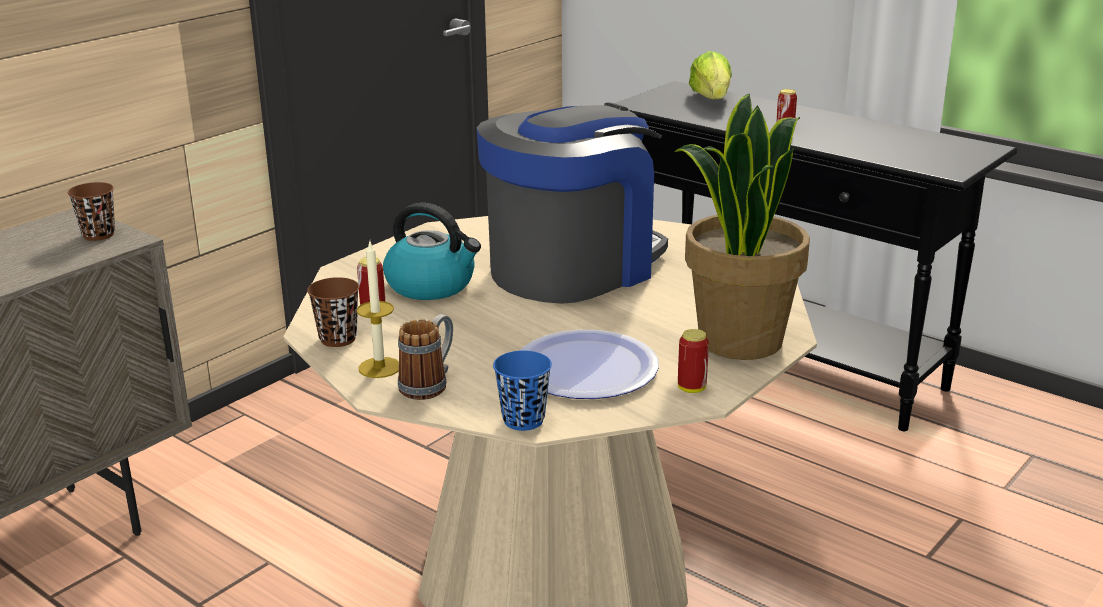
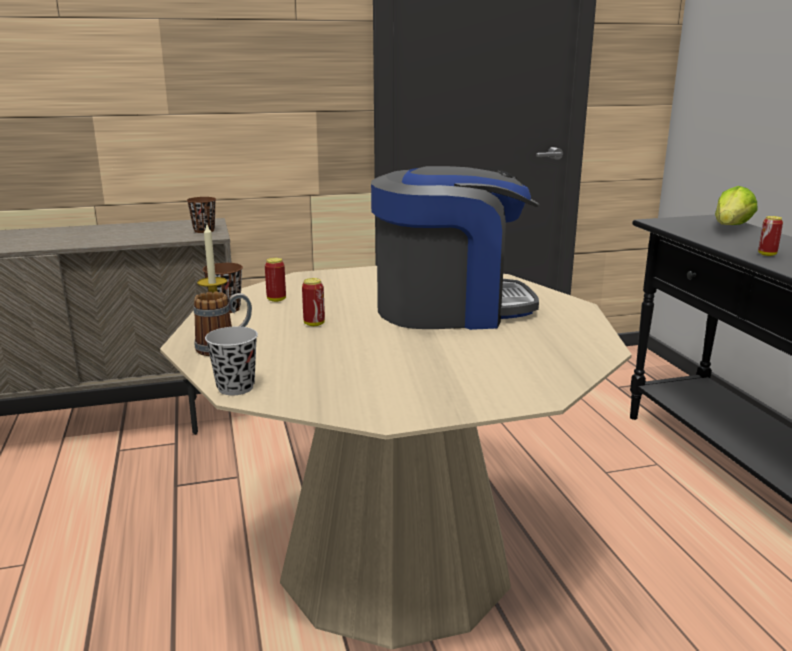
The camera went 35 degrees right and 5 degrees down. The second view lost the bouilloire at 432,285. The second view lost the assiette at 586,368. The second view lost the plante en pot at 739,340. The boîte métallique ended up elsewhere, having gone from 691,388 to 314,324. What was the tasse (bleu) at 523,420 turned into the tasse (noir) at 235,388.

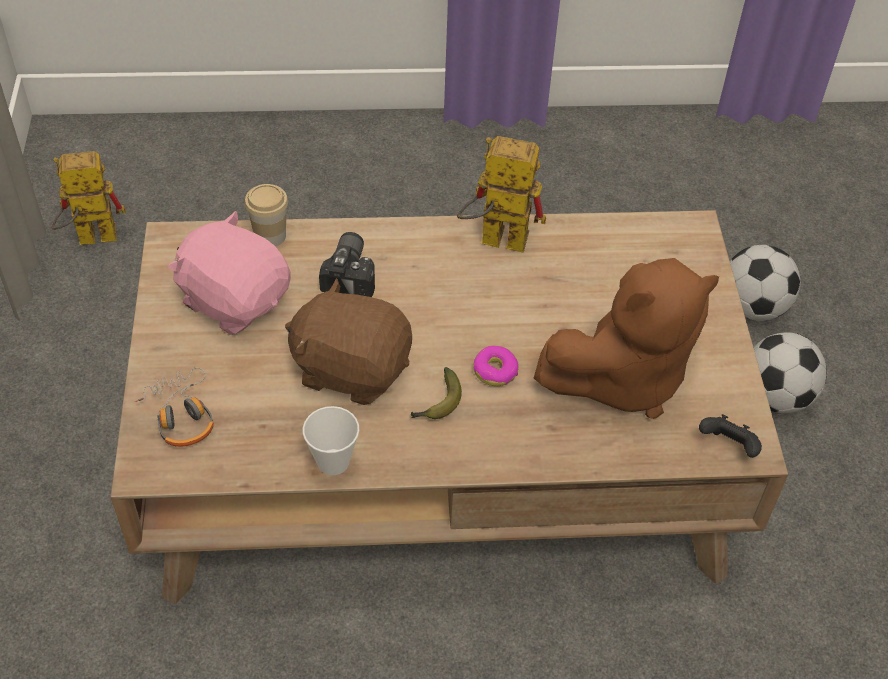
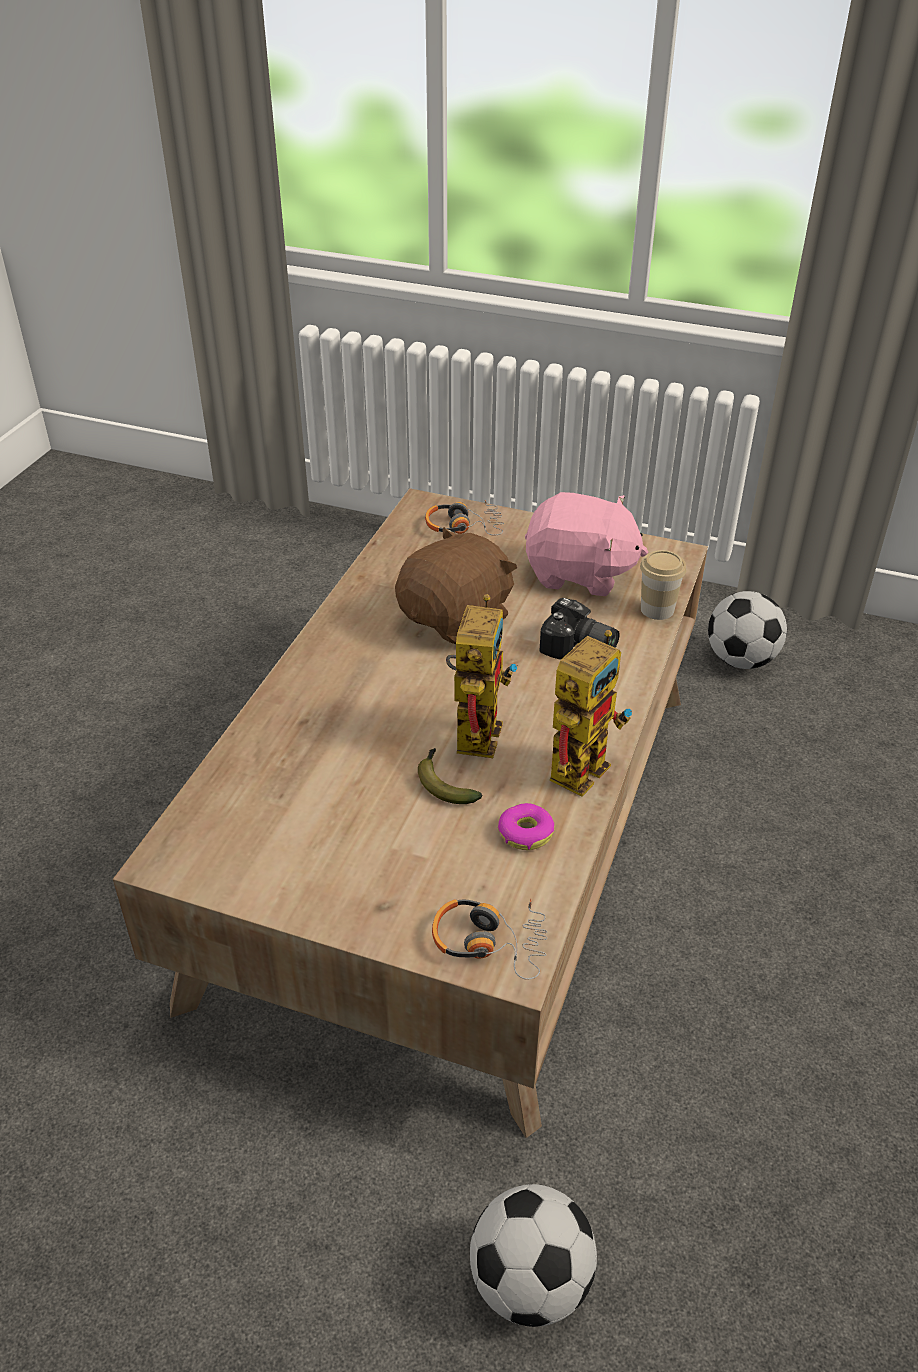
The camera went 115 degrees right and 10 degrees down. The second view lost the tasse at 333,462. The second view lost the peluche (marron) at 623,377. The second view lost the manette (noir) at 728,446. The second view gained the casque audio at 490,942. The robot jouet ended up elsewhere, having gone from 88,238 to 476,728. The banane ended up elsewhere, having gone from 438,403 to 444,783. The beignet ended up elsewhere, having gone from 495,371 to 525,833. The ballon de foot ended up elsewhere, having gone from 775,396 to 741,660. The peluche (rose) at 235,300 ended up facing another way, 45 degrees clockwise from before.

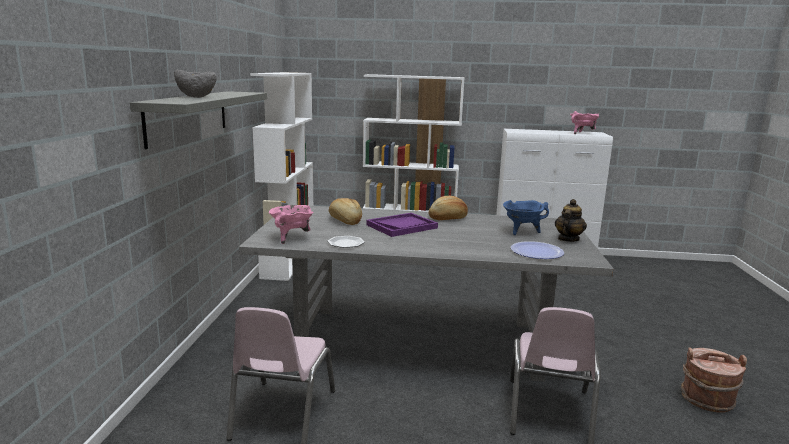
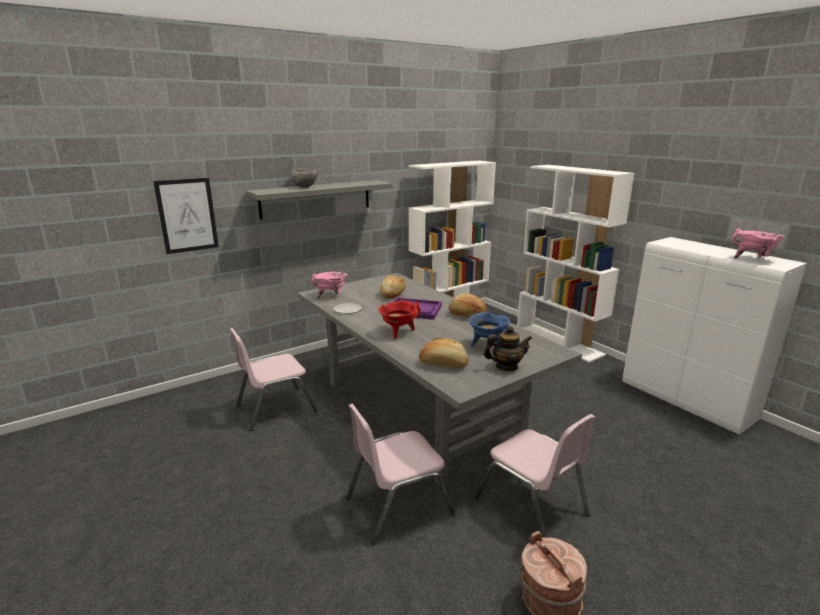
The camera went 50 degrees right and 5 degrees up. The second view gained the tableau at 187,215. The second view gained the marmite (rouge) at 398,332. The second view gained the chaise (rose) at 532,506. Where the assiette stood at 536,252, the pain came to stand at 443,364.

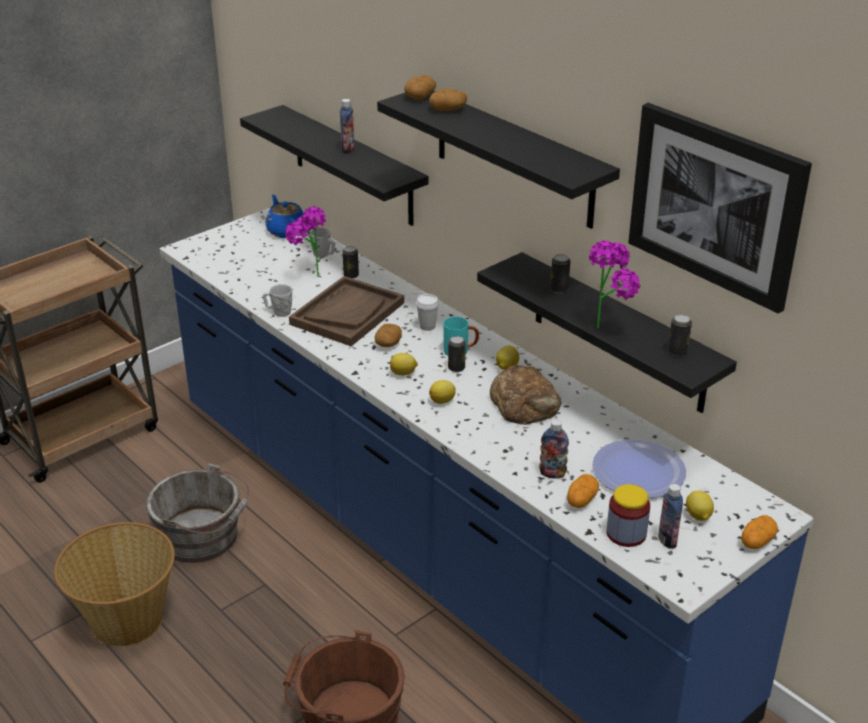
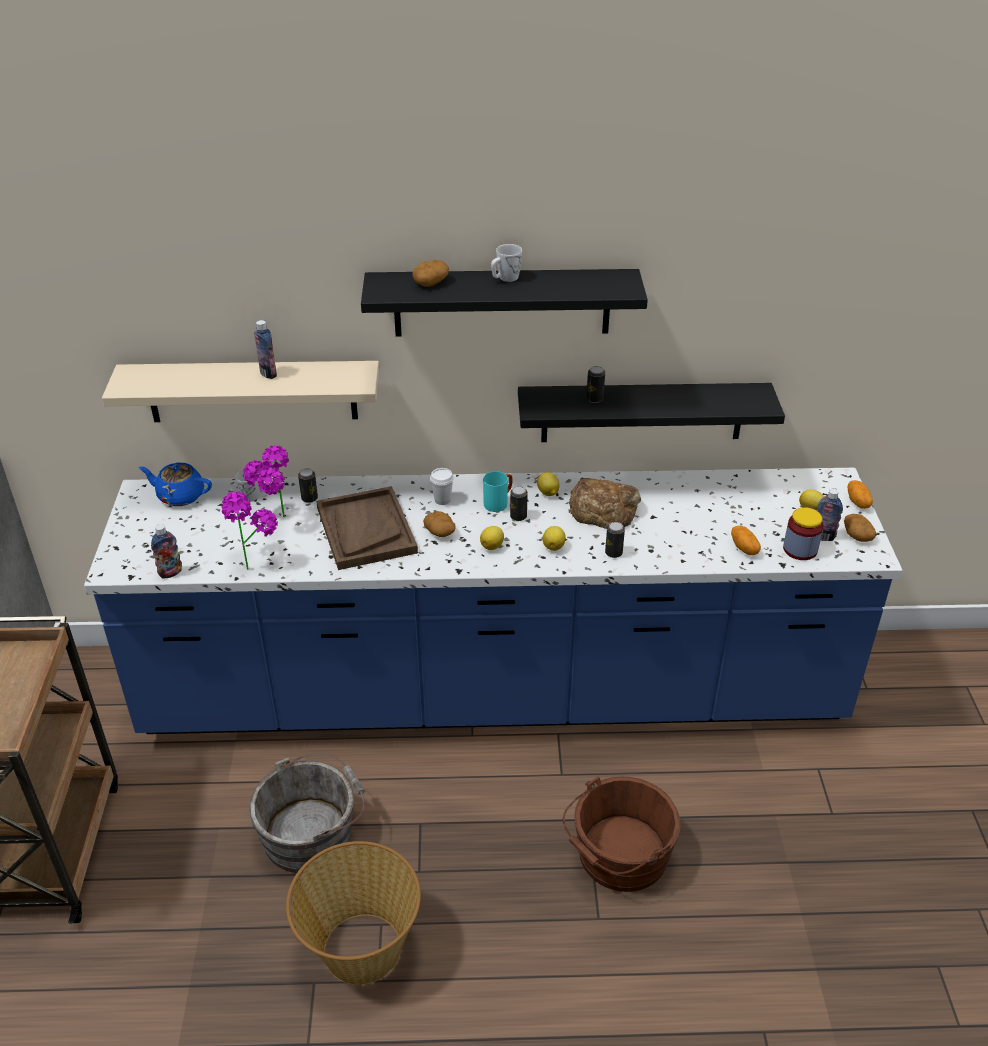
The camera went 50 degrees left and 5 degrees up. The second view lost the assiette at 638,471. The second view lost the tableau at 715,204. The mug (blanc) ended up elsewhere, having gone from 278,312 to 505,279. The pomme de terre ended up elsewhere, having gone from 420,96 to 857,535. The bouteille ended up elsewhere, having gone from 552,473 to 170,573. The plante en pot ended up elsewhere, having gone from 609,325 to 253,562. The boîte métallique ended up elsewhere, having gone from 677,351 to 613,553. What was the étagère (noir) at 352,166 turned into the étagère (beige) at 252,391.

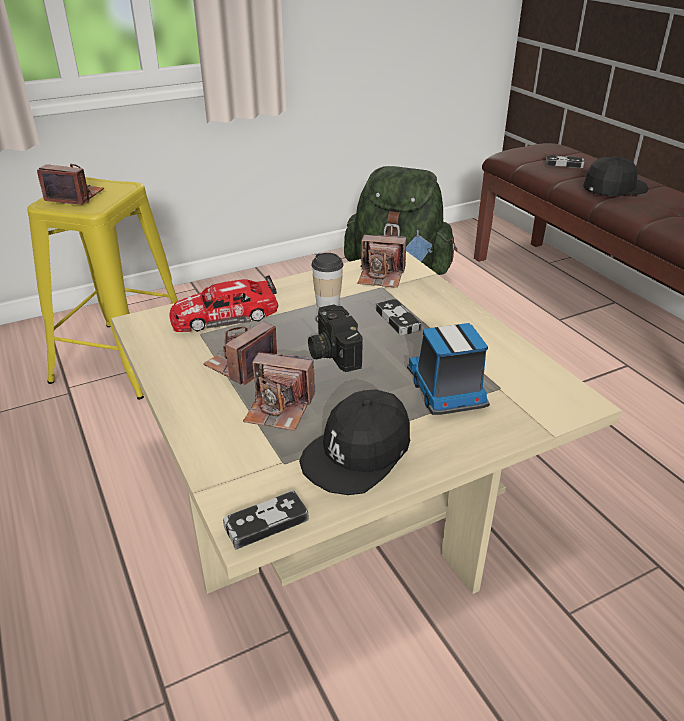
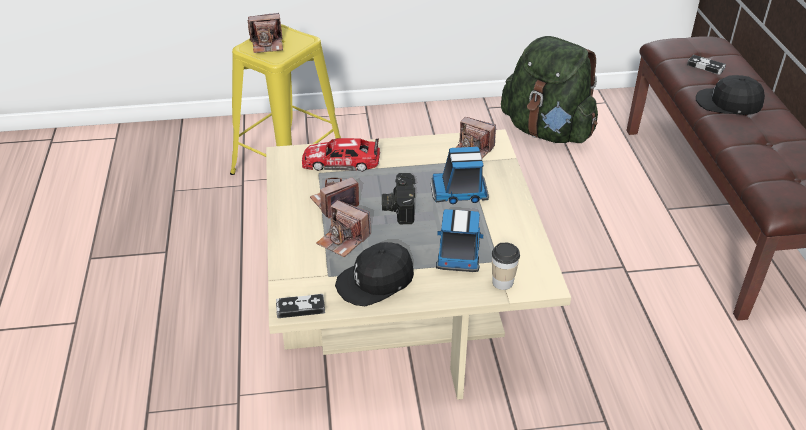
The camera went 20 degrees right and 5 degrees up. The tasse ended up elsewhere, having gone from 327,303 to 502,282. Where the manette stood at 398,320, the camion jouet came to stand at 460,192. The appareil photo at 75,197 ended up facing another way, 135 degrees clockwise from before. The casquette (noir) at 613,188 ended up facing another way, 150 degrees counterclockwise from before.

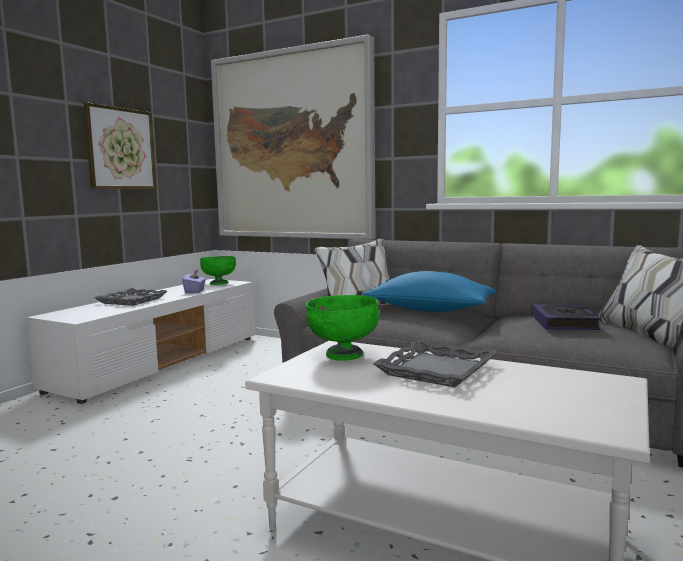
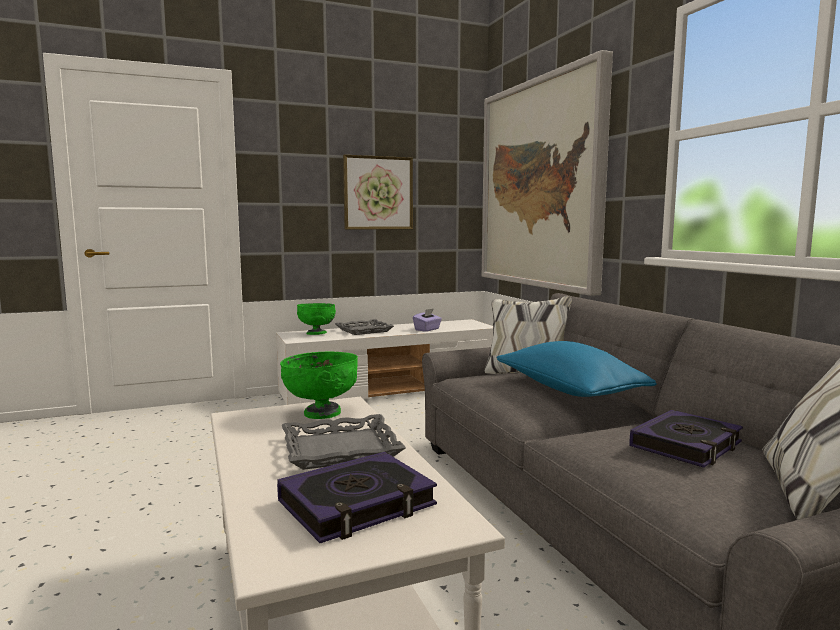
The camera went 40 degrees right and 0 degrees up. The second view gained the livre at 357,504. The bol (vert) ended up elsewhere, having gone from 219,283 to 317,333.

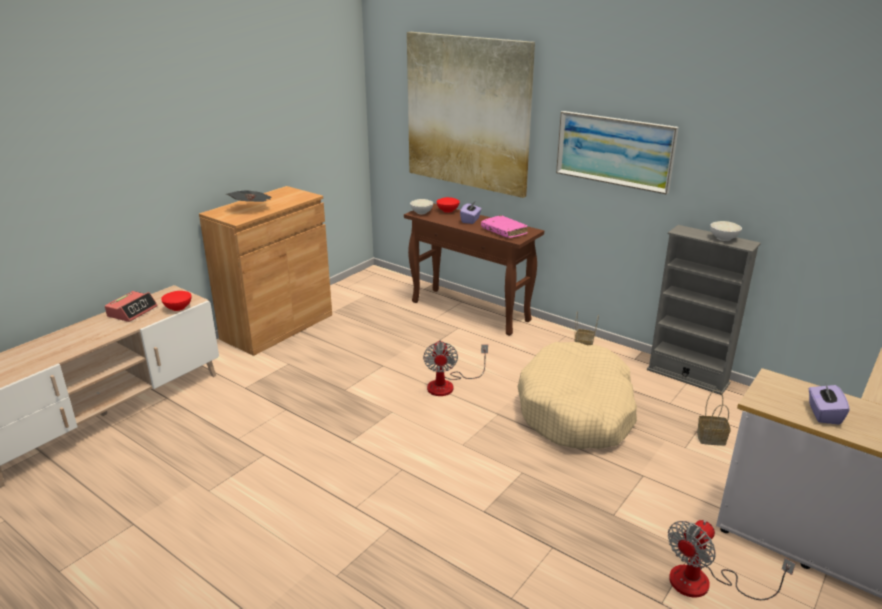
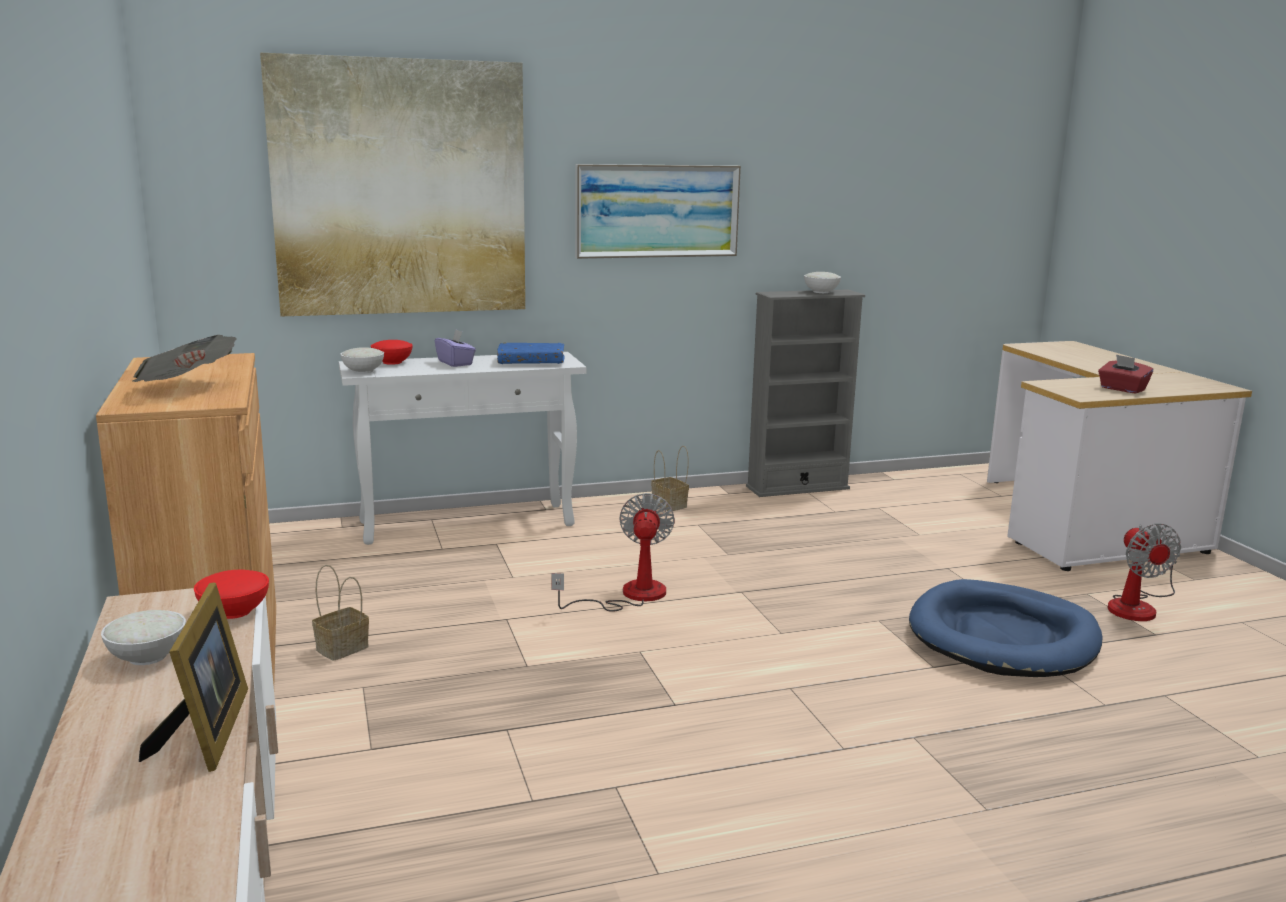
The camera went 55 degrees left and 10 degrees down. The second view lost the panier pour chien (beige) at 577,411. The second view gained the cadre photo at 207,732. The second view gained the panier pour chien (bleu) at 1003,637. The panier ended up elsewhere, having gone from 712,438 to 343,647. Where the réveil stood at 132,311, the bol (blanc) came to stand at 146,656. What was the table console (marron) at 471,311 turned into the table console (blanc) at 468,523. What was the livre (rose) at 504,231 turned into the livre (bleu) at 531,362. What was the boîte à mouchoirs (violet) at 823,414 turned into the boîte à mouchoirs (rouge) at 1122,389. The ventilateur at 448,385 ended up facing another way, 120 degrees counterclockwise from before.

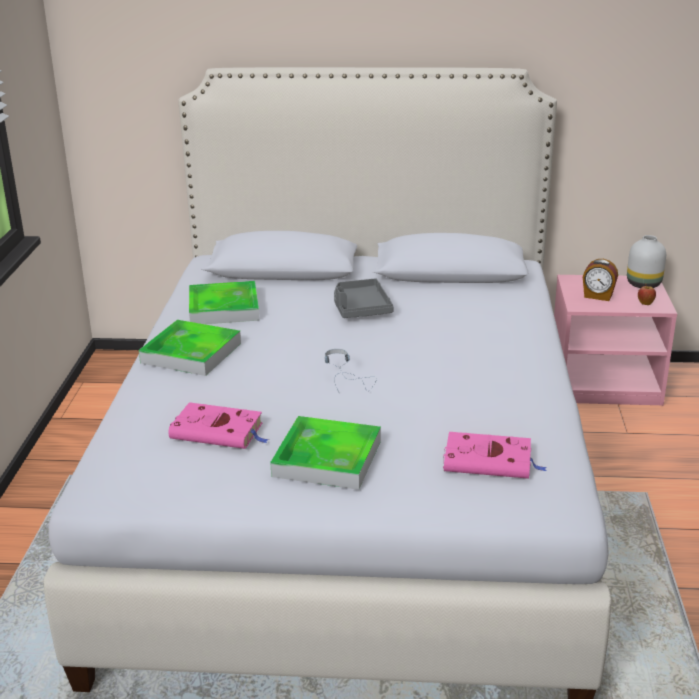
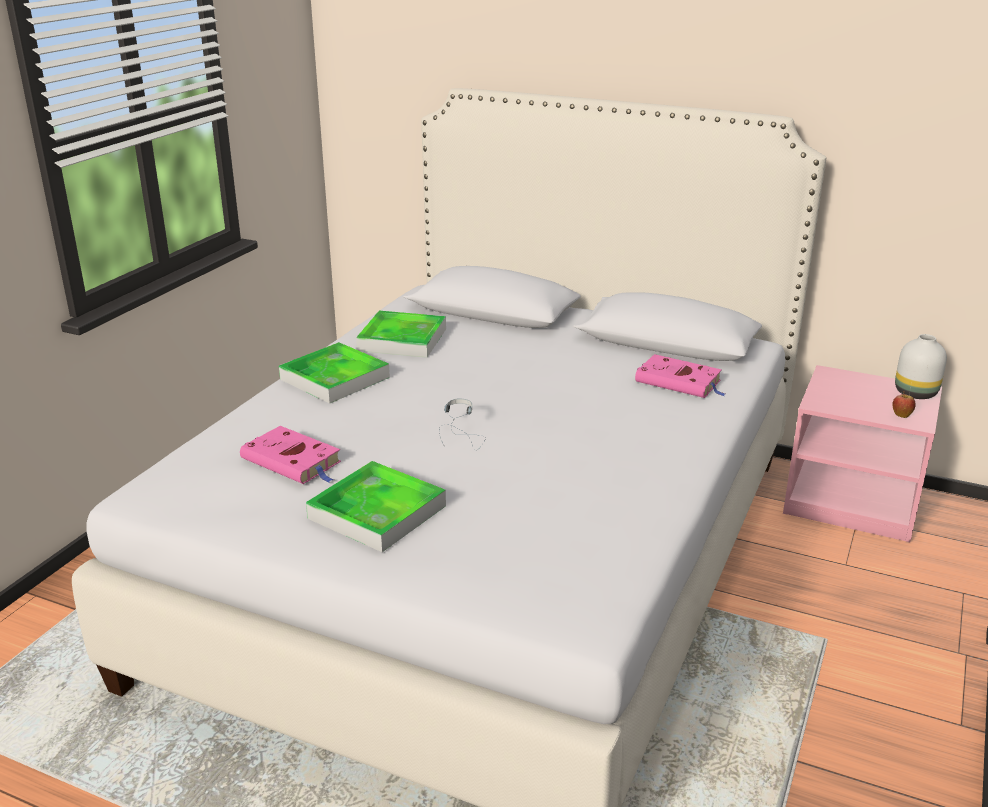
The camera went 20 degrees right and 0 degrees up. The second view lost the plateau (gris) at 360,308. The second view lost the réveil at 598,296. The livre (rose) ended up elsewhere, having gone from 490,461 to 680,382.

